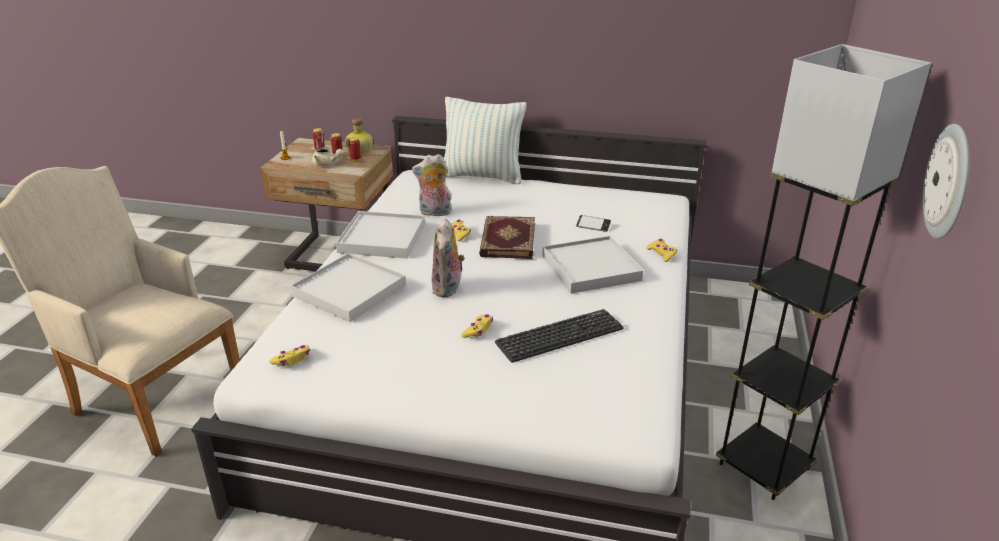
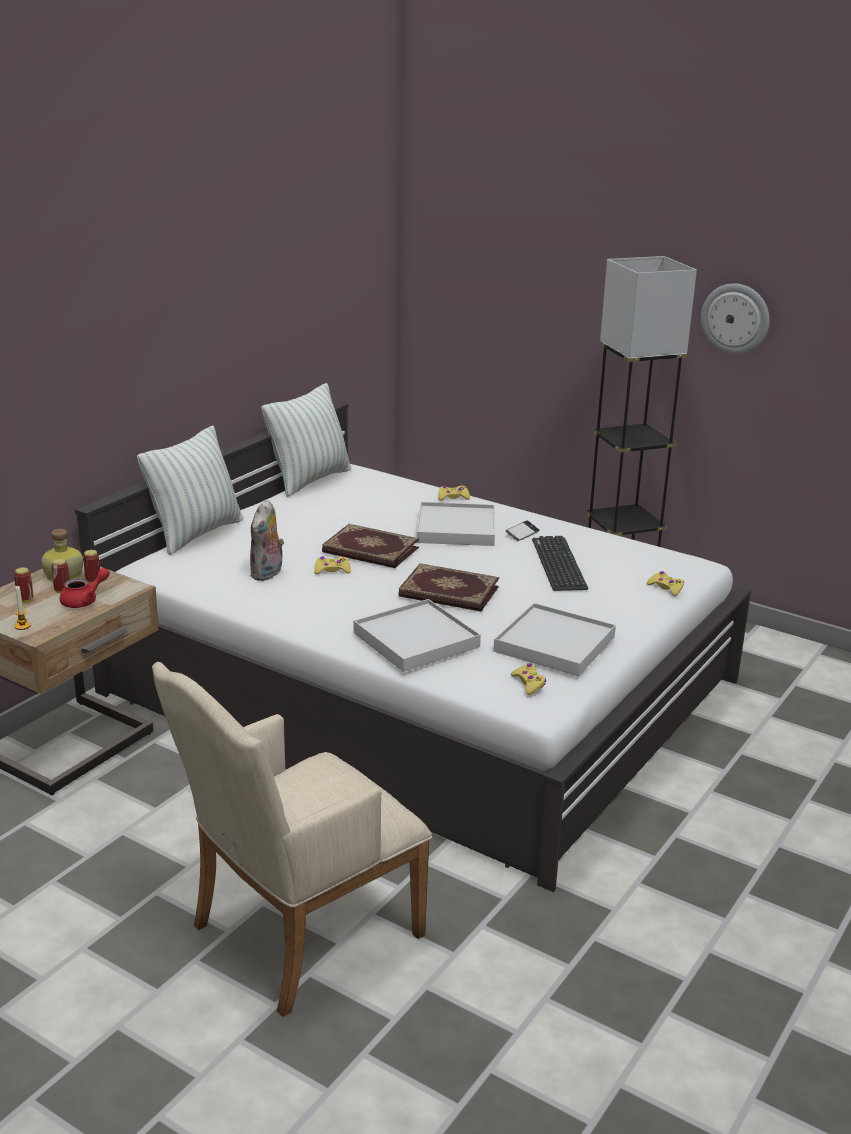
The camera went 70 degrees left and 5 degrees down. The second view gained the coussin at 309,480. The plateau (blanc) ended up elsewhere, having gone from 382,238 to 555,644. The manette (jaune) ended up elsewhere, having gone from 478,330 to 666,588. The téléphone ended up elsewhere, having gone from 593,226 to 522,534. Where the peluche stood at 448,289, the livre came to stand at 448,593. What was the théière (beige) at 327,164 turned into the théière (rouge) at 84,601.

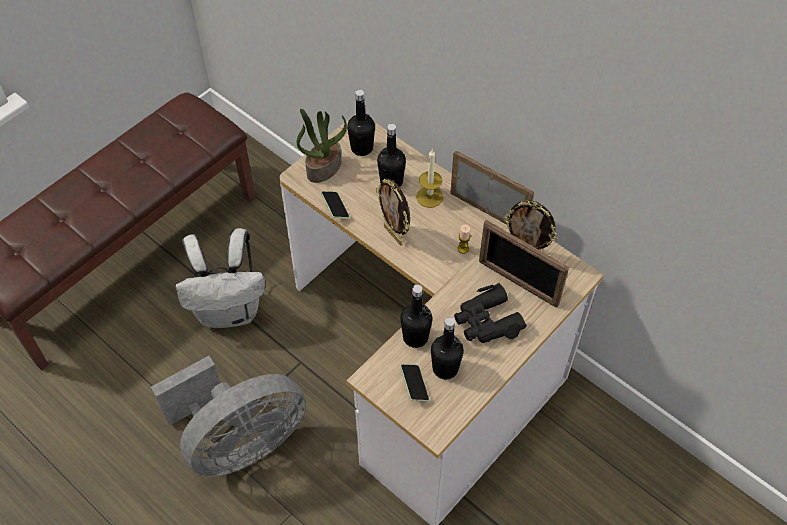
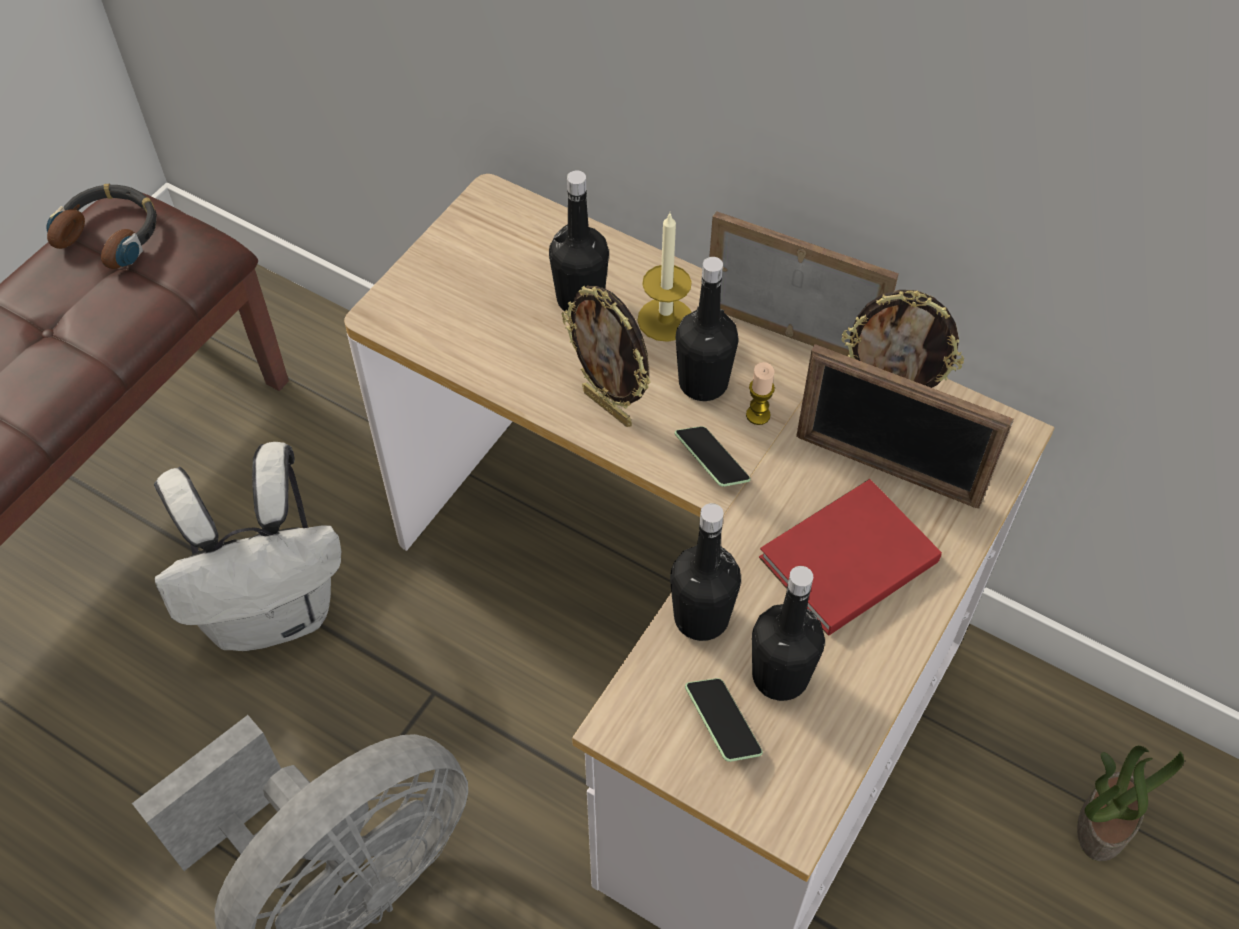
The camera went 10 degrees left and 0 degrees up. The second view gained the casque audio at 111,233. The plante en pot ended up elsewhere, having gone from 324,167 to 1103,822. The téléphone ended up elsewhere, having gone from 335,208 to 711,463. The bouteille (noir) ended up elsewhere, having gone from 362,148 to 703,383. Where the jumelles (noir) stood at 487,321, the livre (rouge) came to stand at 843,560.

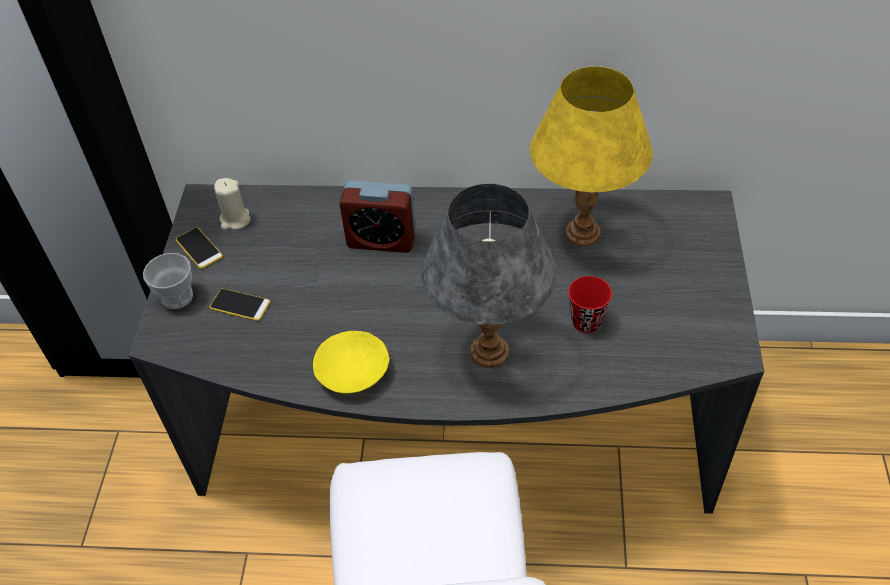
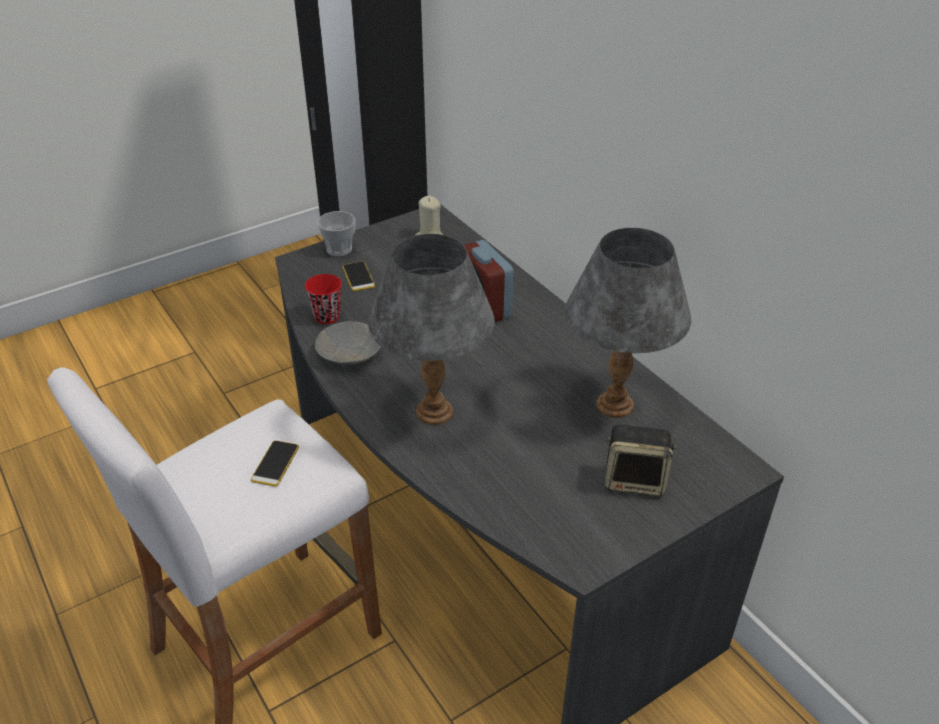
The camera went 50 degrees right and 10 degrees down. The second view gained the enceinte at 635,480. The téléphone ended up elsewhere, having gone from 199,248 to 275,463. The tasse (rouge) ended up elsewhere, having gone from 586,322 to 327,316. What was the bol (jaune) at 353,371 turned into the bol (gris) at 350,354. What was the lampe de table (jaune) at 581,233 turned into the lampe de table (gris) at 614,404.

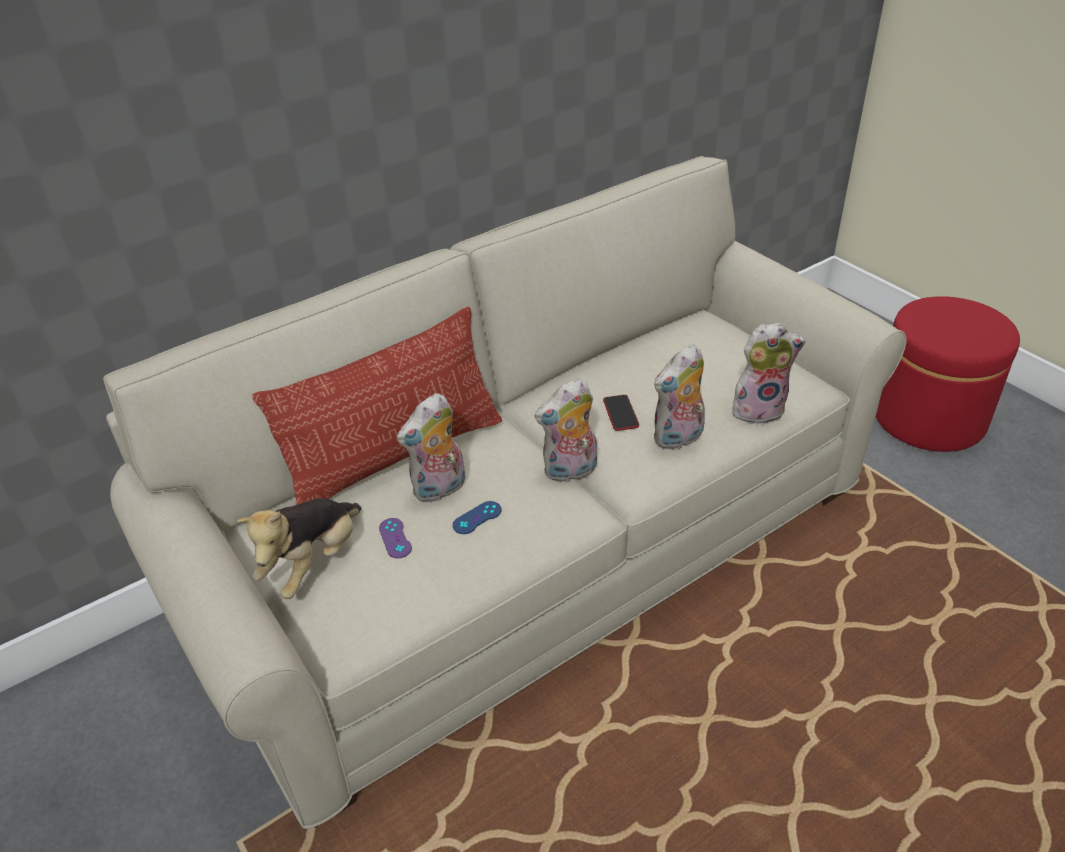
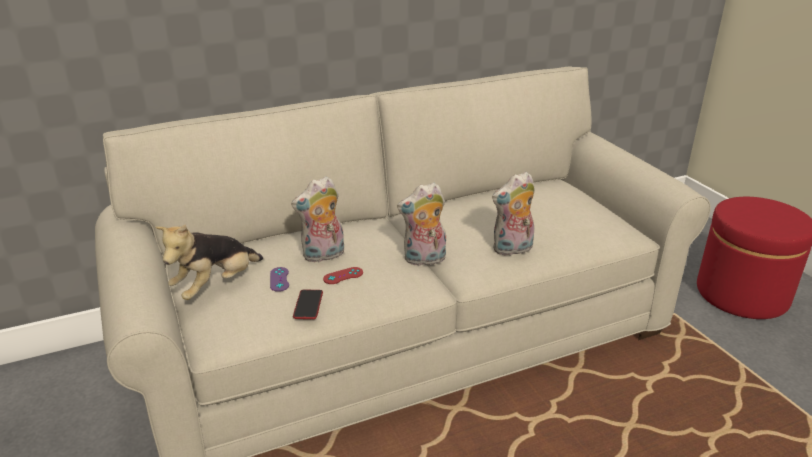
The camera went 10 degrees right and 10 degrees down. The second view lost the coussin at 395,457. The second view lost the peluche at 759,409. The téléphone ended up elsewhere, having gone from 620,413 to 308,305. What was the manette (bleu) at 477,518 turned into the manette (rouge) at 343,276.

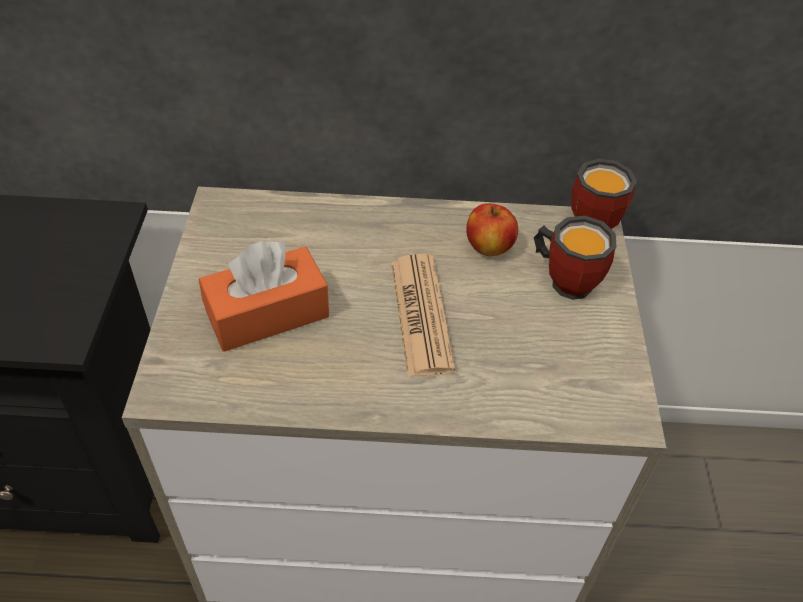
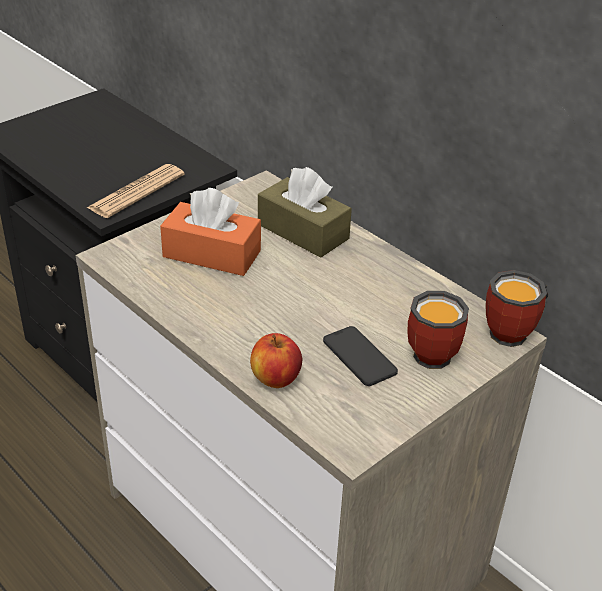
The camera went 45 degrees right and 10 degrees down. The second view gained the boîte à mouchoirs (marron) at 303,231. The second view gained the téléphone at 359,356. The journal ended up elsewhere, having gone from 421,314 to 136,192. The pomme ended up elsewhere, having gone from 489,247 to 275,379.

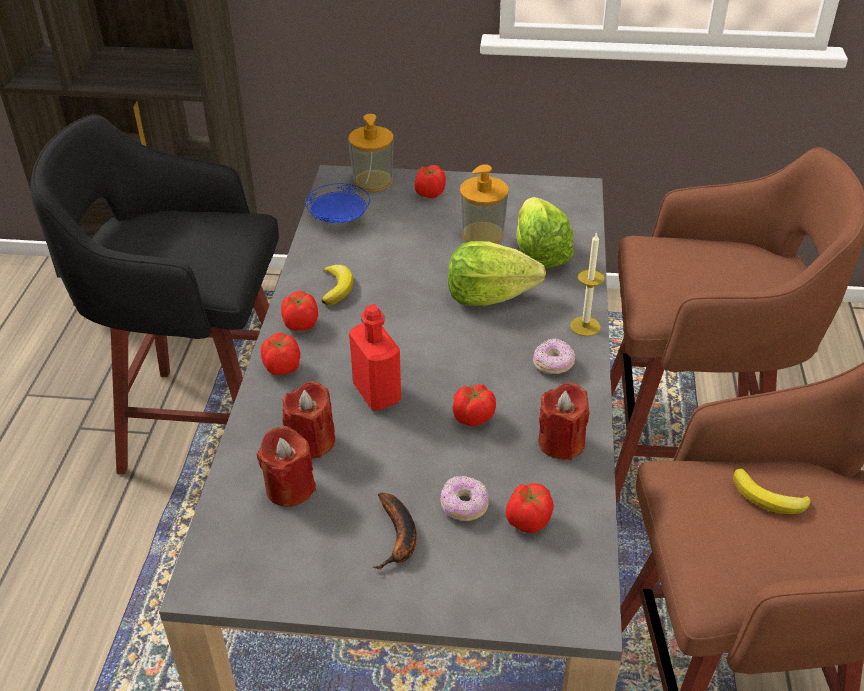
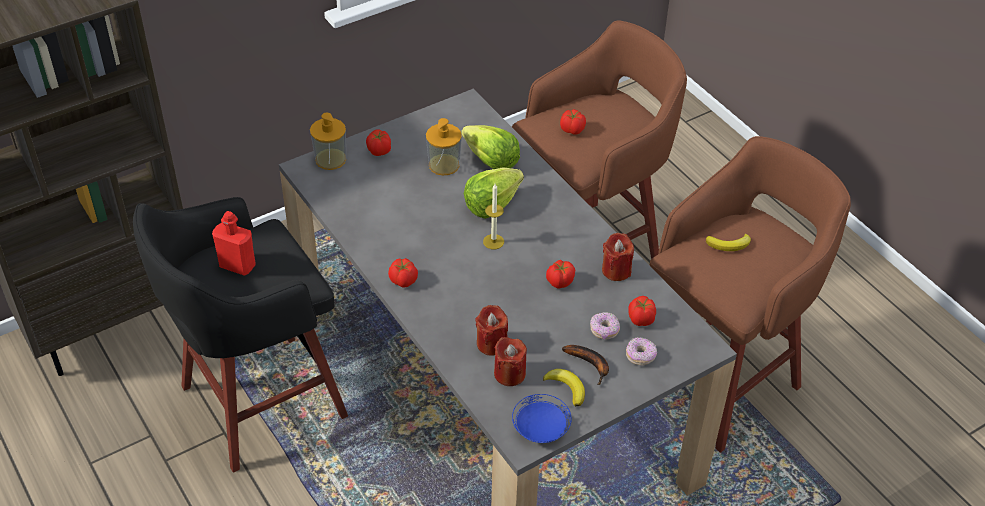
The camera went 40 degrees left and 5 degrees up. The tomate ended up elsewhere, having gone from 282,367 to 572,130. The assiette (bleu) ended up elsewhere, having gone from 339,218 to 541,429. The banane ended up elsewhere, having gone from 337,287 to 566,388. The bouteille (rouge) ended up elsewhere, having gone from 377,393 to 237,265. The beignet ended up elsewhere, having gone from 553,364 to 640,356. The bougie ended up elsewhere, having gone from 585,326 to 493,241.

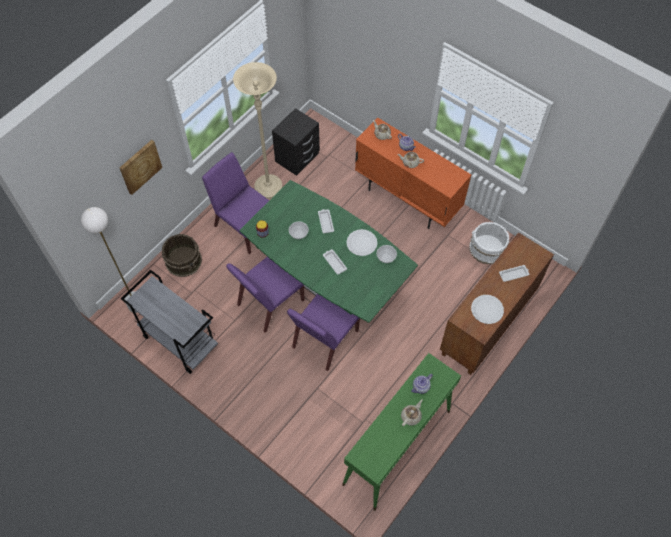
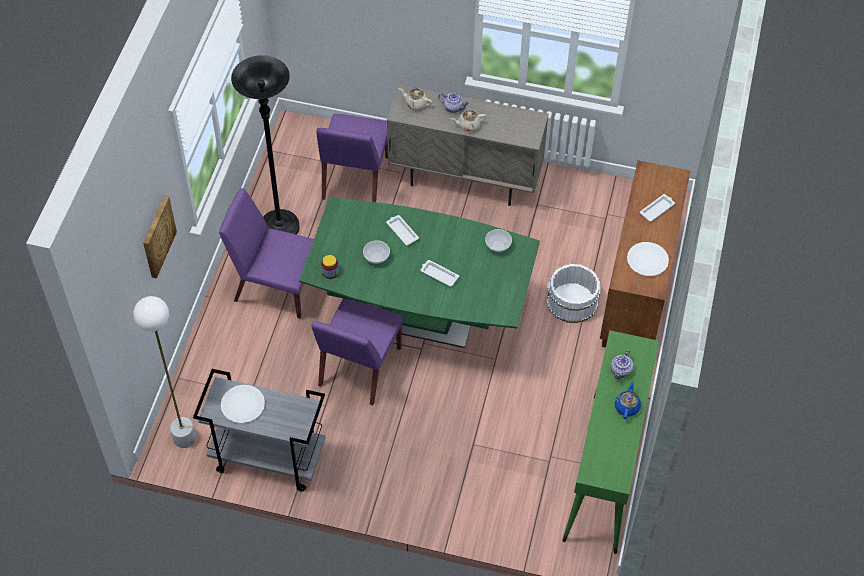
The camera went 25 degrees left and 5 degrees down. The second view lost the seau (marron) at 184,260. The second view lost the table de chevet (noir) at 297,157. The chaise (violet) ended up elsewhere, having gone from 324,340 to 355,179. The assiette (blanc) ended up elsewhere, having gone from 361,243 to 242,404. The seau (blanc) ended up elsewhere, having gone from 487,249 to 572,302. What was the lampadaire (beige) at 268,187 turned into the lampadaire (noir) at 279,228. What was the meuble de rangement (orange) at 407,199 turned into the meuble de rangement (beige) at 465,180. What was the théière (beige) at 411,416 turned into the théière (bleu) at 627,406.

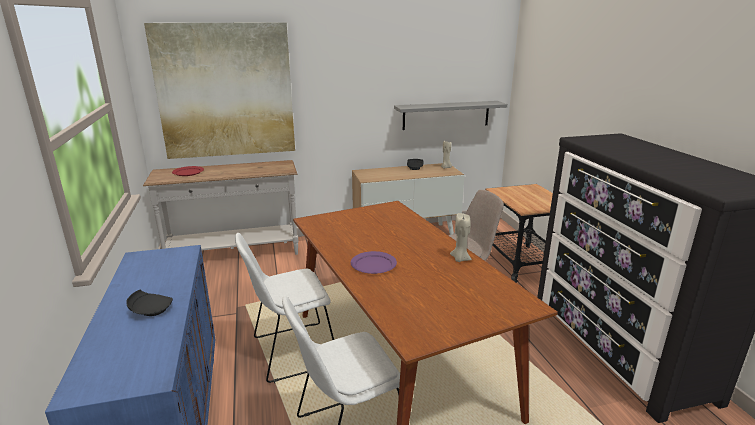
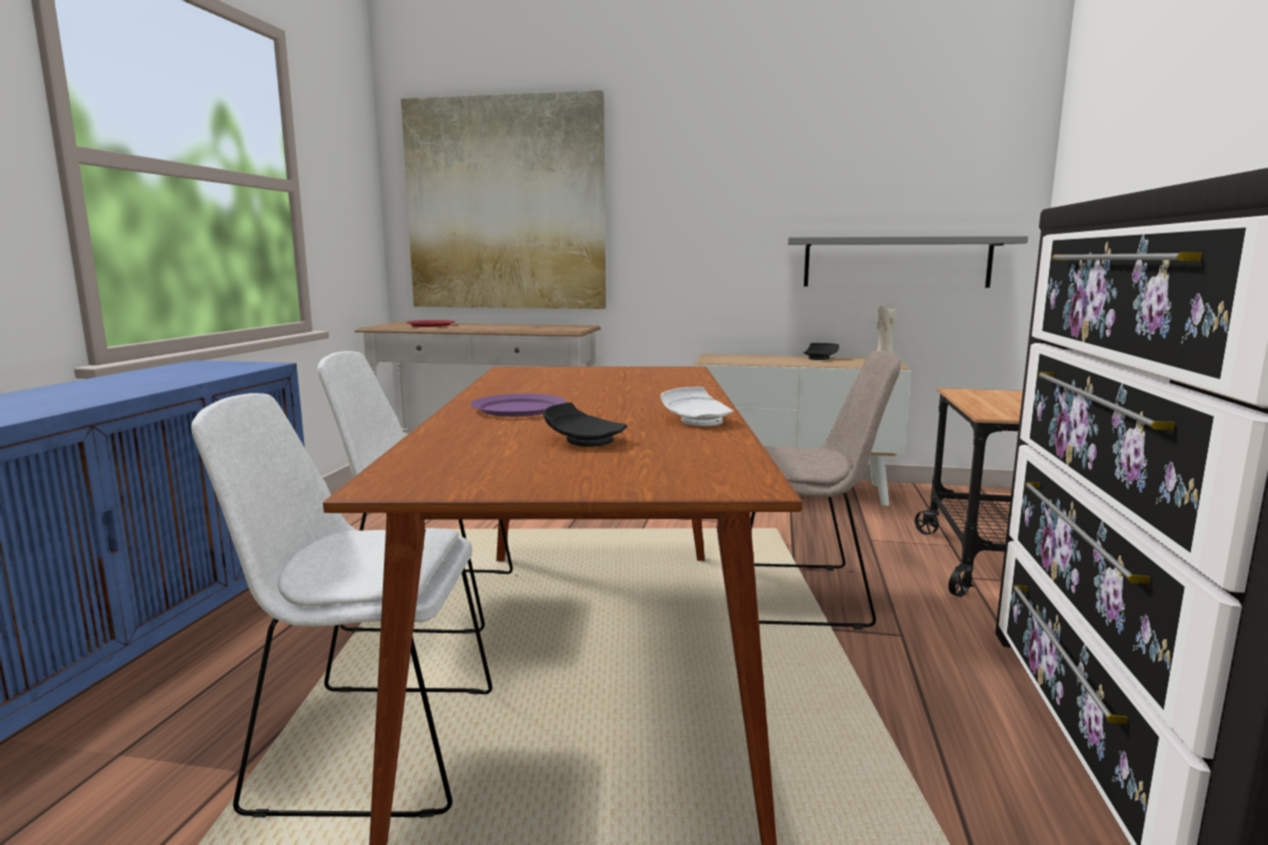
The camera went 25 degrees right and 10 degrees down. The assiette (noir) ended up elsewhere, having gone from 151,310 to 584,440. Where the bougie (beige) stood at 460,259, the assiette (blanc) came to stand at 698,420.

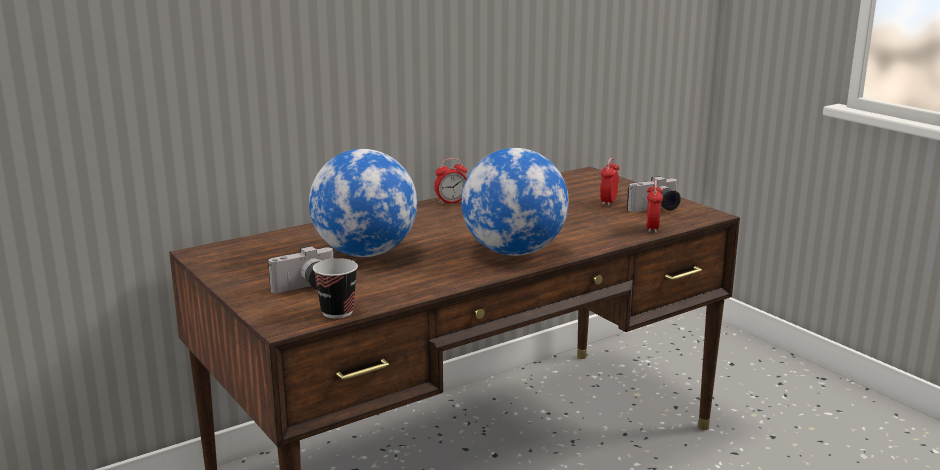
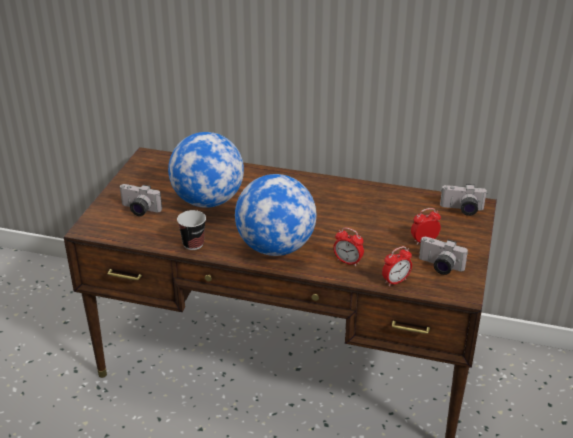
The camera went 50 degrees right and 15 degrees up. The second view gained the appareil photo at 462,210. The tasse ended up elsewhere, having gone from 337,312 to 193,244. The réveil ended up elsewhere, having gone from 451,202 to 348,262.

